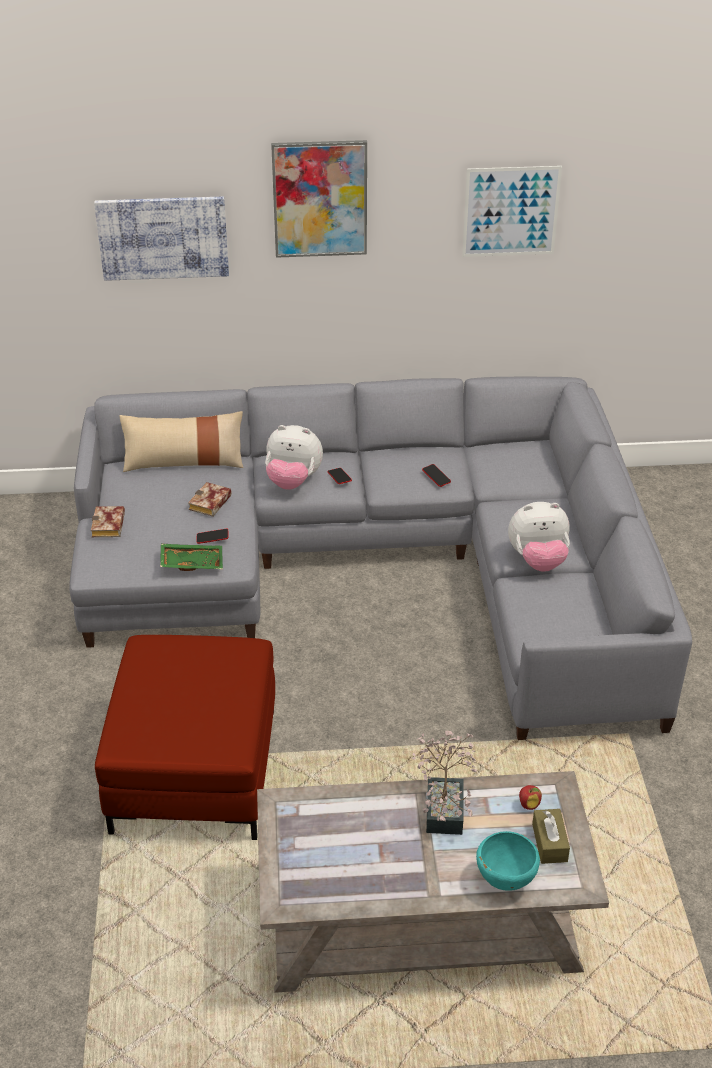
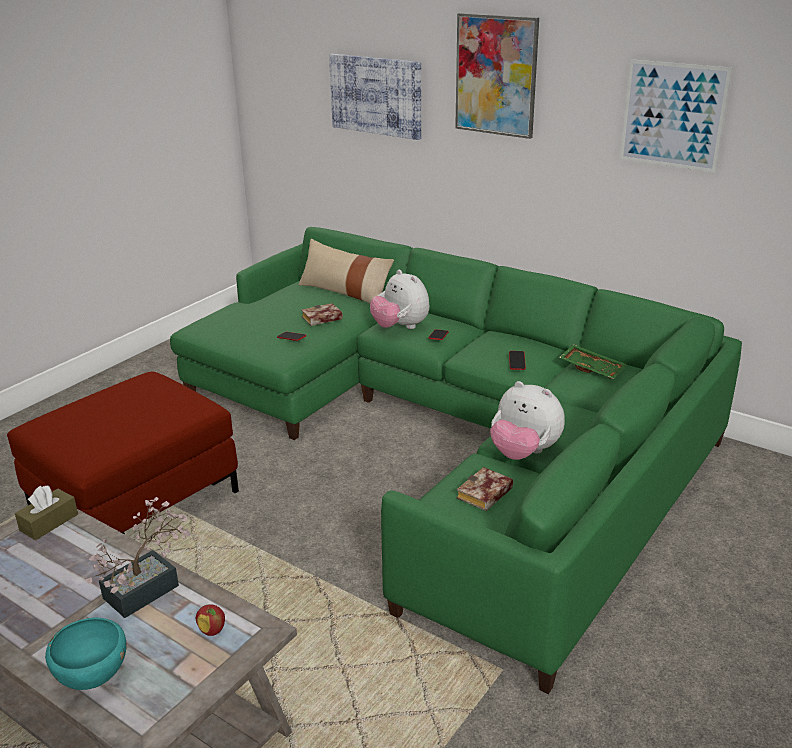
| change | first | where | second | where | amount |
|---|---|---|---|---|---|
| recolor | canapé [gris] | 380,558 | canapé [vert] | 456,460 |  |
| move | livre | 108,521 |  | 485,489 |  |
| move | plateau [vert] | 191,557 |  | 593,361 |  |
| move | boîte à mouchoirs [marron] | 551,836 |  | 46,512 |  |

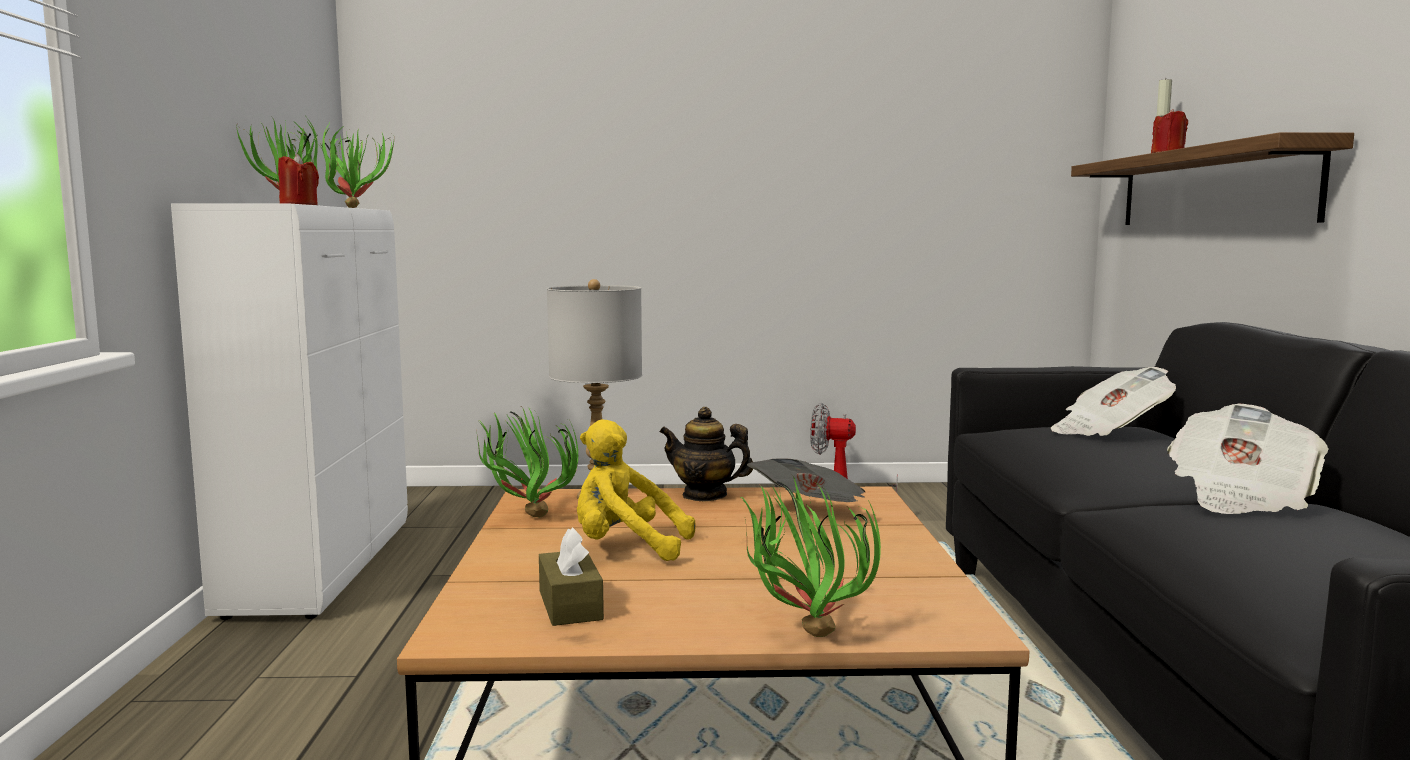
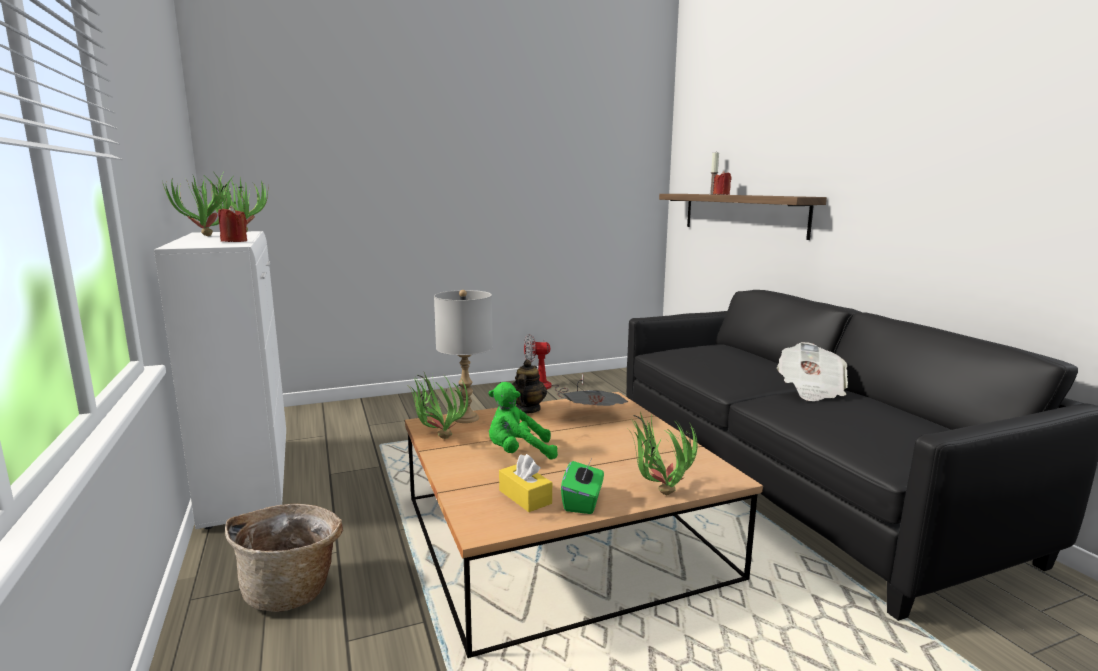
| change | first | where | second | where | amount |
|---|---|---|---|---|---|
| recolor | boîte à mouchoirs [marron] | 571,576 | boîte à mouchoirs [jaune] | 525,483 |  |
| recolor | peluche [jaune] | 636,490 | peluche [vert] | 523,421 |  |
| rotate | théière | 706,454 |  | 529,387 | 105 degrees clockwise |
| delete | journal | 1113,401 |  |  |  |
| insert |  |  | panier | 284,558 |  |
| insert |  |  | boîte à mouchoirs [vert] | 582,485 |  |

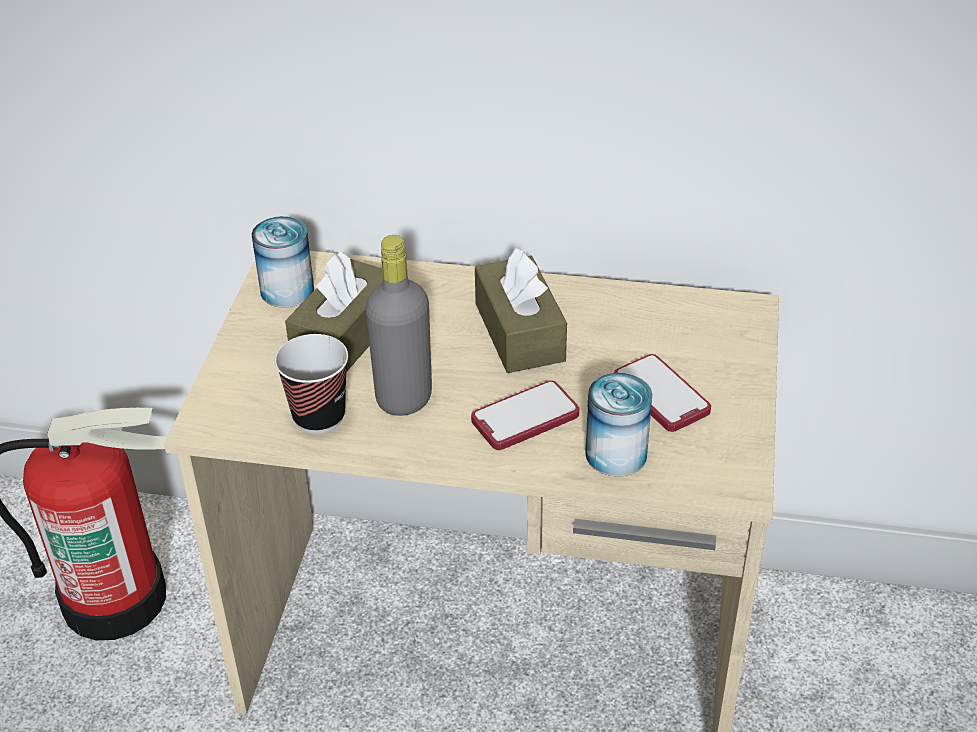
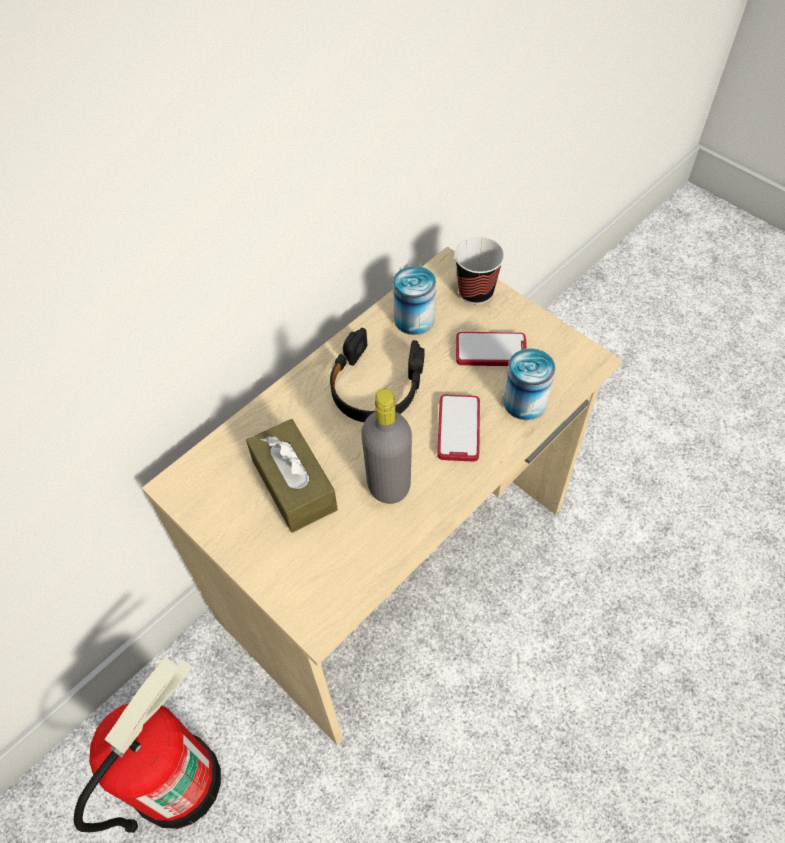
| change | first | where | second | where | amount |
|---|---|---|---|---|---|
| move | boîte métallique | 283,261 |  | 414,300 |  |
| move | tasse | 311,384 |  | 479,270 |  |
| replace | boîte à mouchoirs [marron] | 521,310 | casque audio [noir] | 377,375 |  |

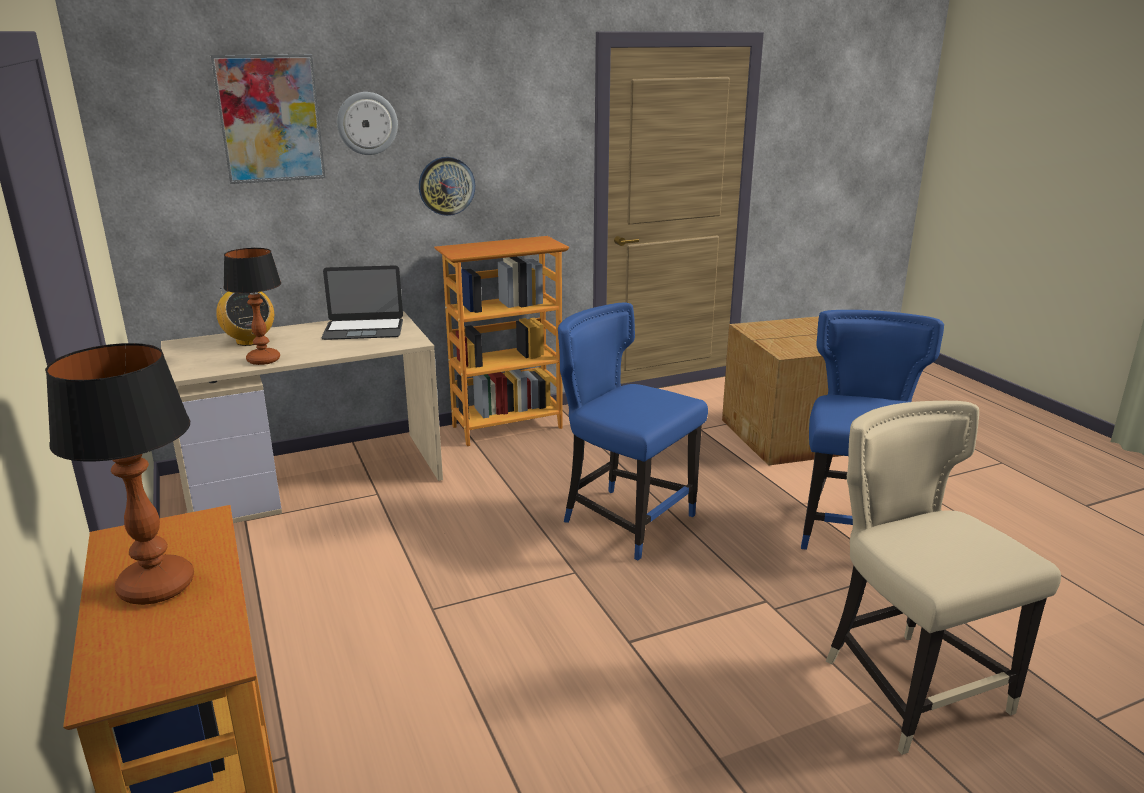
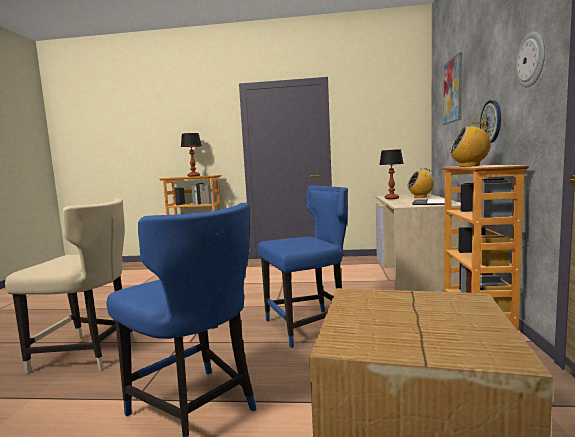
| change | first | where | second | where | amount |
|---|---|---|---|---|---|
| move | horloge murale | 367,123 |  | 530,59 |  |
| insert |  |  | radio | 470,144 |  |

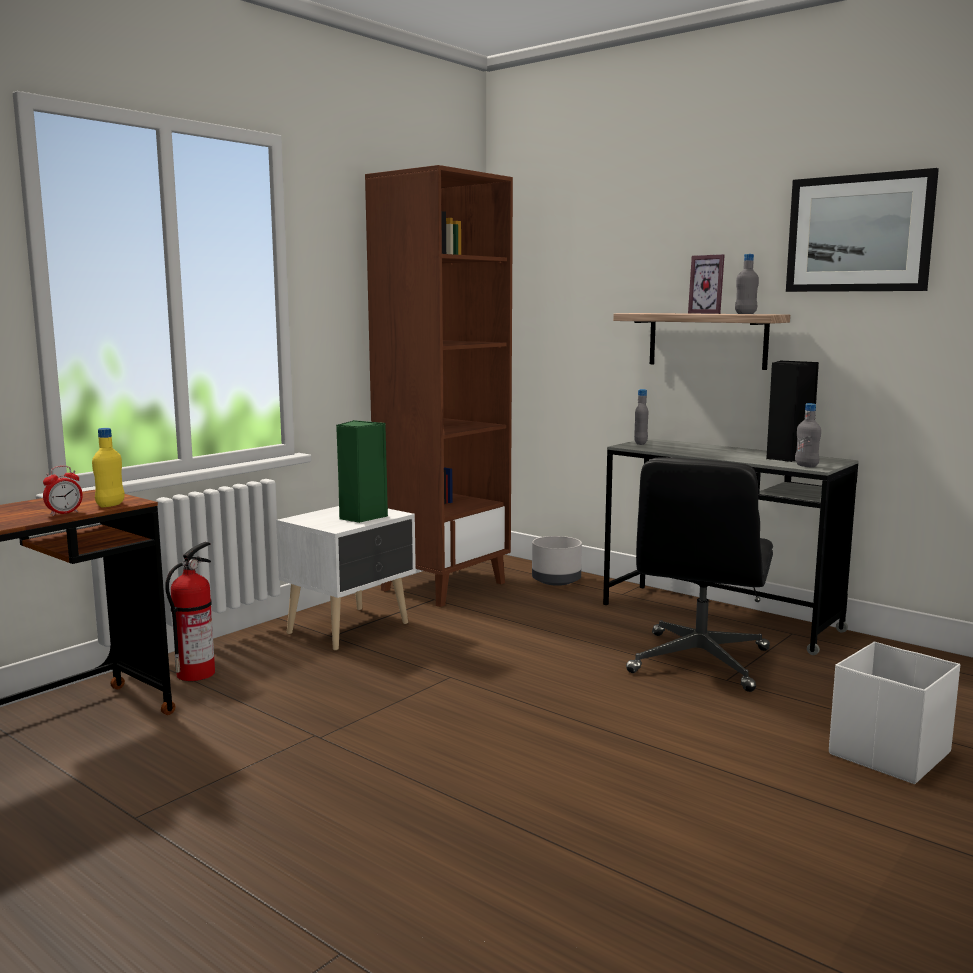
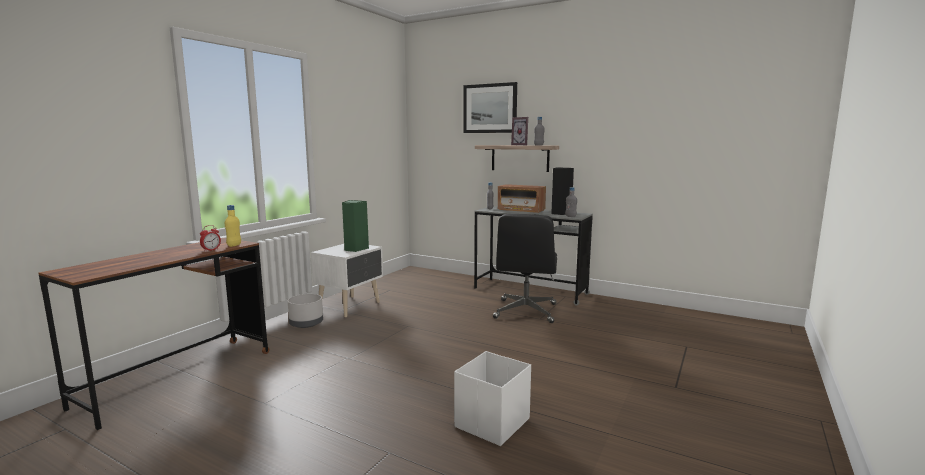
| change | first | where | second | where | amount |
|---|---|---|---|---|---|
| delete | extincteur | 190,611 |  |  |  |
| delete | bibliothèque [marron] | 439,386 |  |  |  |
| move | cache-pot [gris] | 557,561 |  | 305,311 |  |
| move | tableau | 862,230 |  | 490,107 |  |
| move | boîte de rangement [blanc] | 894,713 |  | 492,398 |  |
| insert |  |  | radio | 522,198 |  |

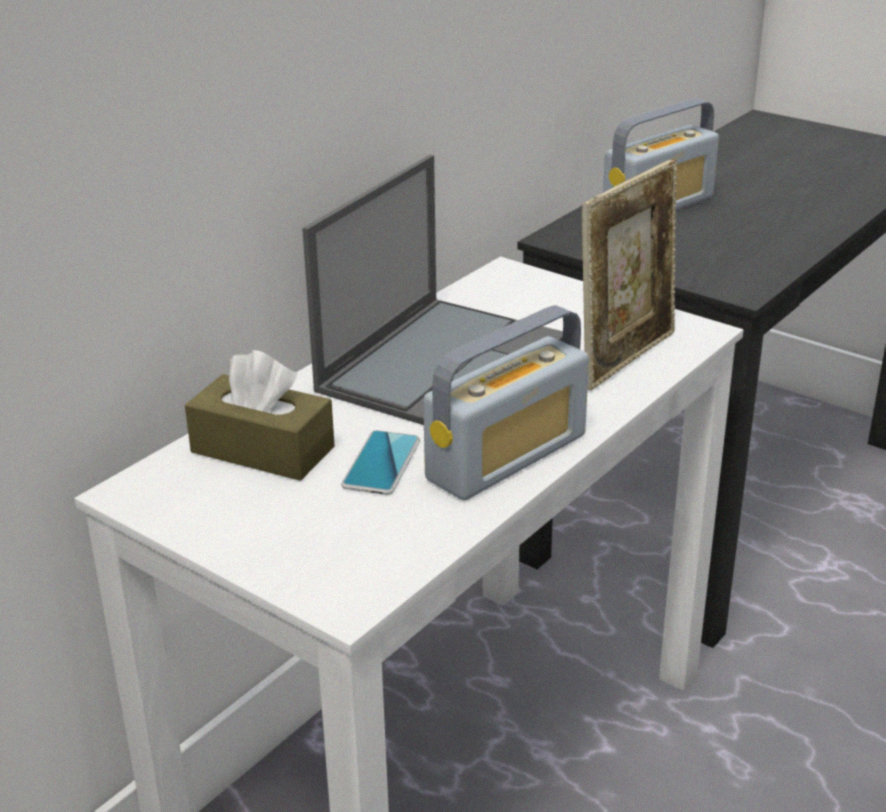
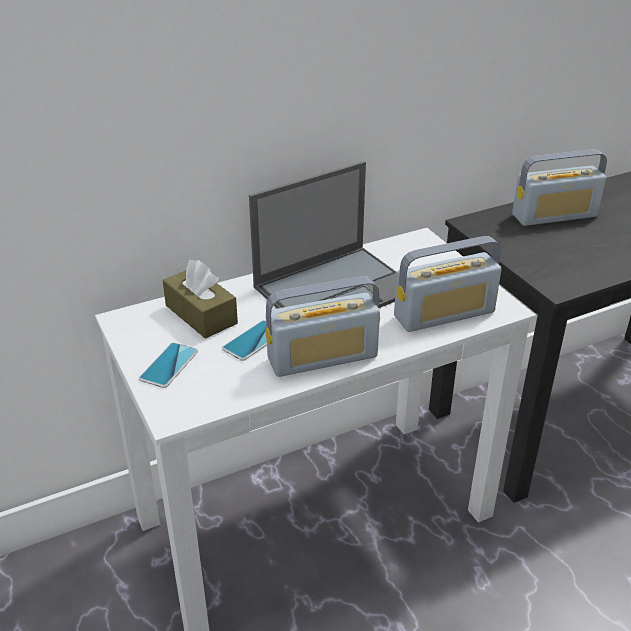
| change | first | where | second | where | amount |
|---|---|---|---|---|---|
| replace | cadre photo | 629,275 | radio | 447,284 |  |
| insert |  |  | téléphone | 168,365 |  |

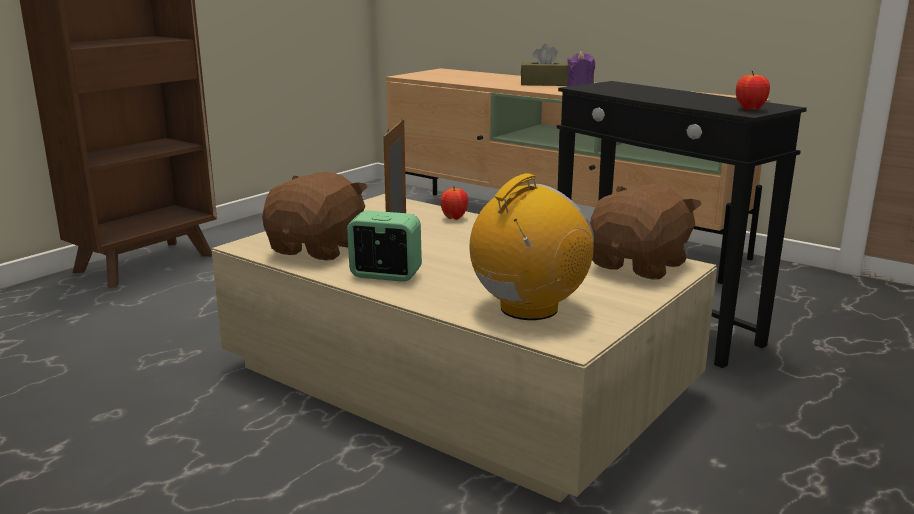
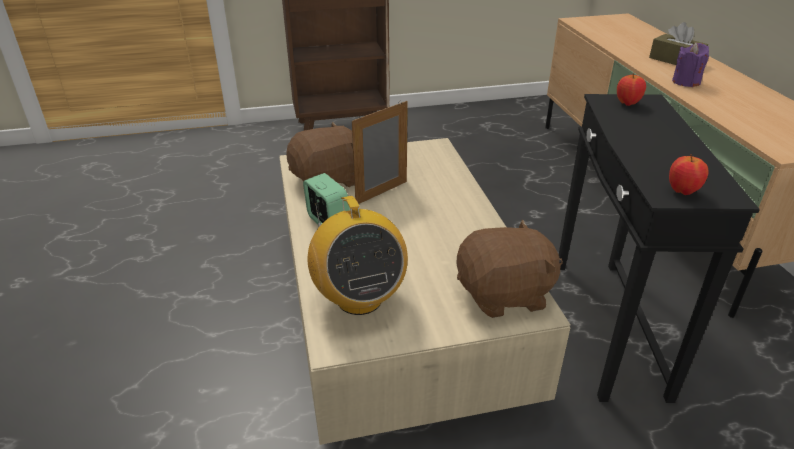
| change | first | where | second | where | amount |
|---|---|---|---|---|---|
| move | pomme | 454,203 |  | 631,89 |  |
| rotate | radio | 532,246 |  | 358,255 | 75 degrees clockwise |

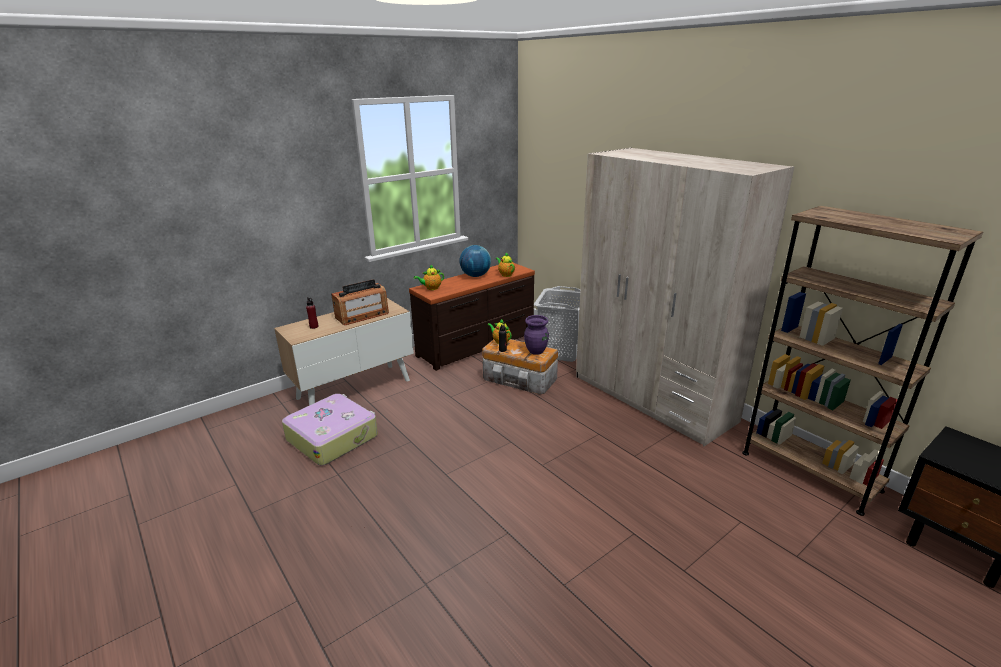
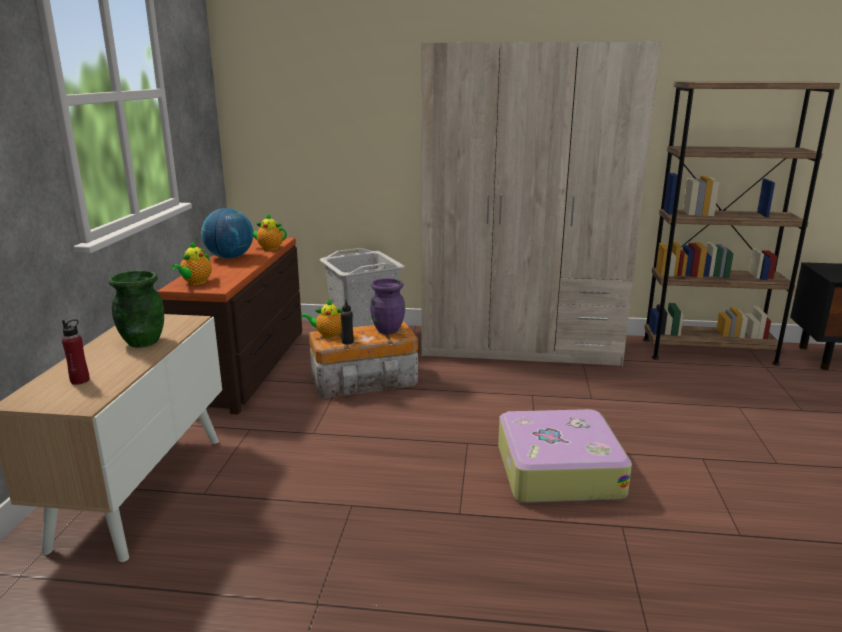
| change | first | where | second | where | amount |
|---|---|---|---|---|---|
| move | valise | 330,429 |  | 565,456 |  |
| replace | radio | 360,302 | vase [vert] | 136,308 |  |

